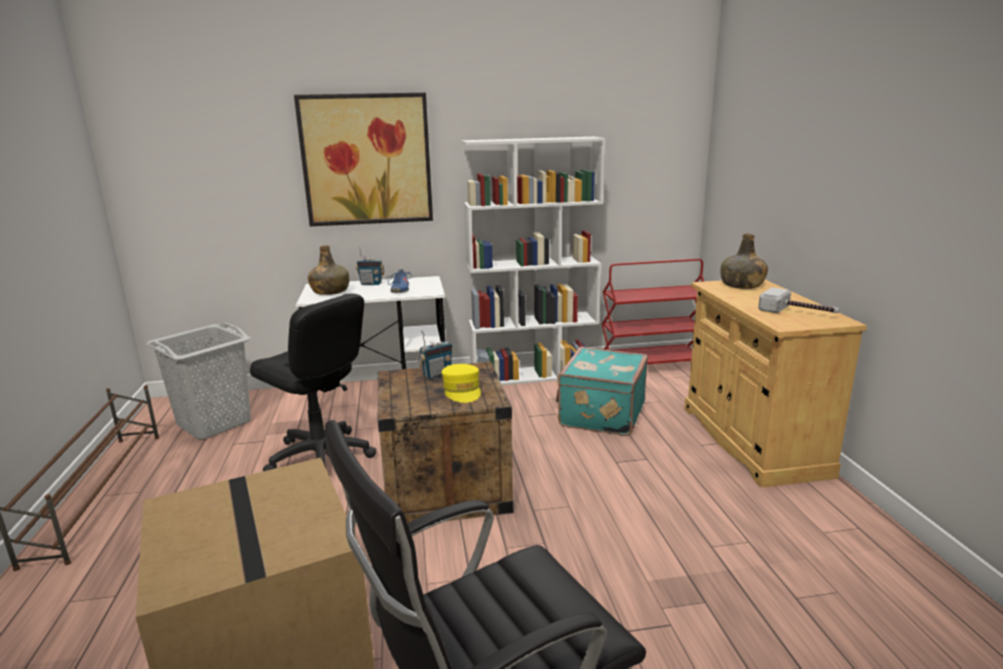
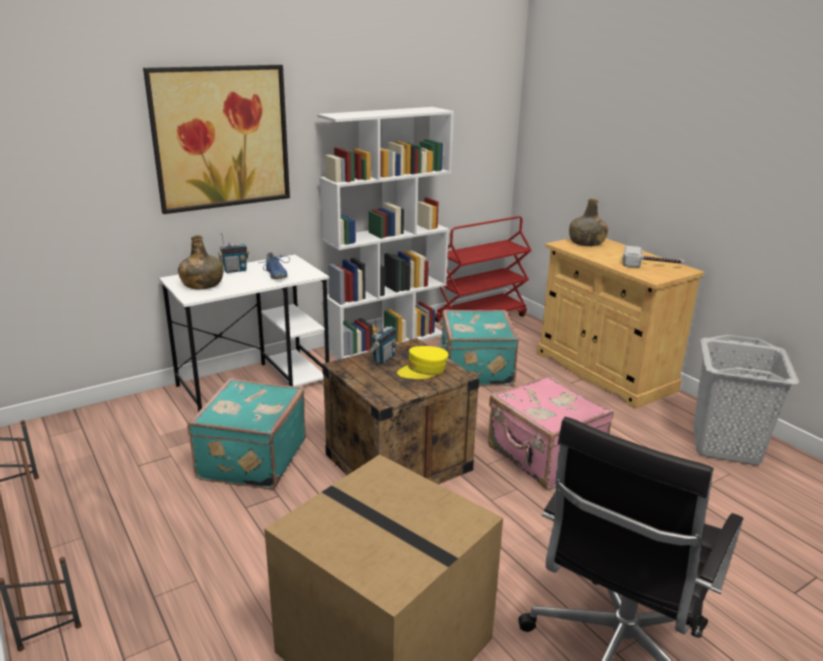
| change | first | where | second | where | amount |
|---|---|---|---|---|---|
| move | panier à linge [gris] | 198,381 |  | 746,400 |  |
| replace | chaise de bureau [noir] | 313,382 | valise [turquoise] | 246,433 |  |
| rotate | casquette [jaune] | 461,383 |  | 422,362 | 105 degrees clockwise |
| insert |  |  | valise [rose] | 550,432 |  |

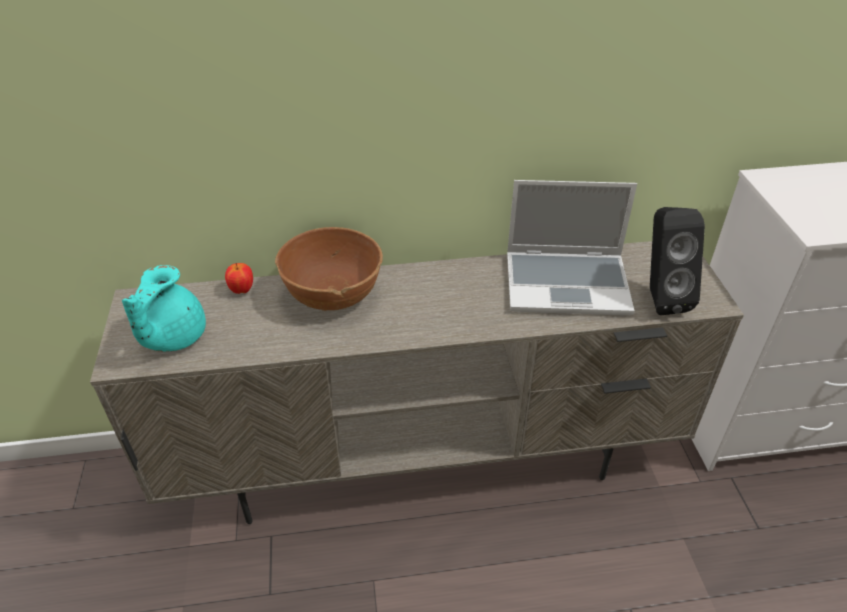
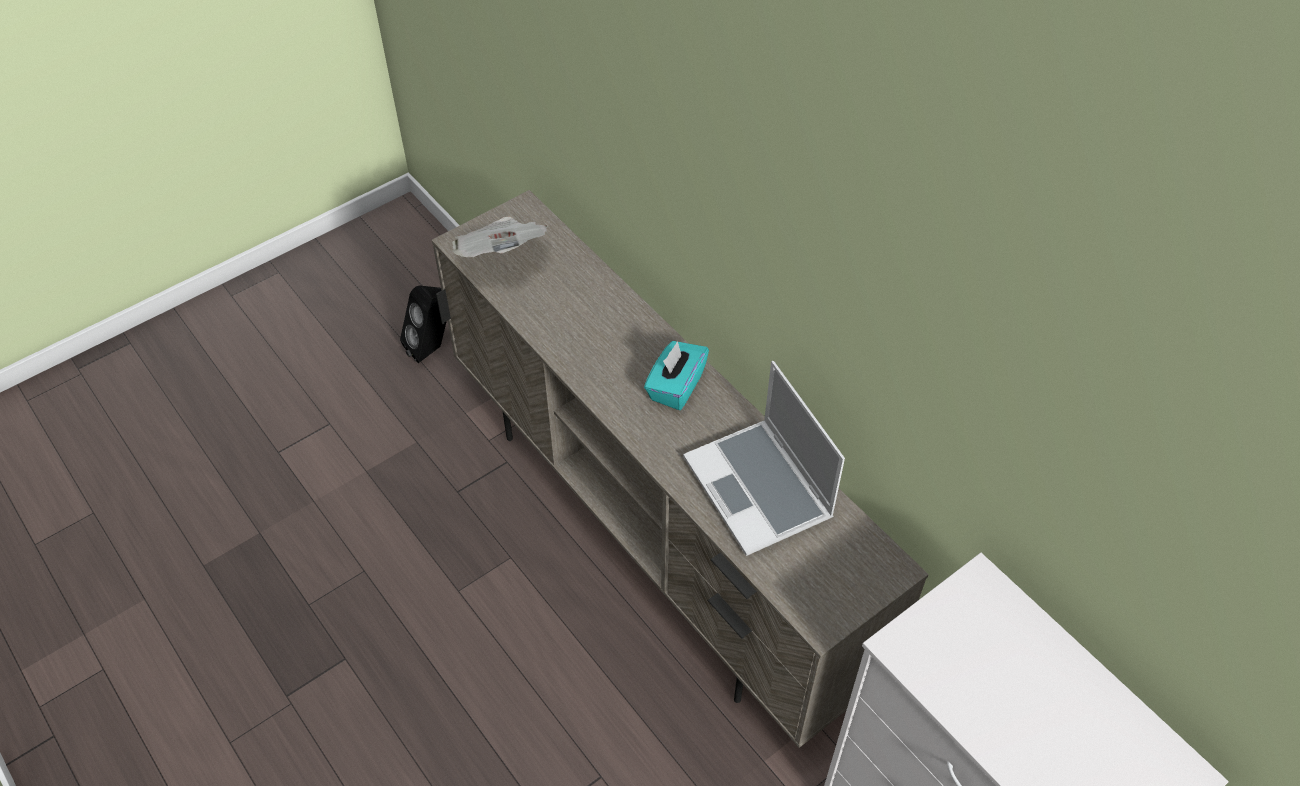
| change | first | where | second | where | amount |
|---|---|---|---|---|---|
| replace | théière [turquoise] | 164,308 | journal | 500,237 |  |
| delete | pomme | 239,278 |  |  |  |
| delete | bol [marron] | 329,269 |  |  |  |
| move | enceinte [noir] | 677,261 |  | 423,324 |  |
| insert |  |  | boîte à mouchoirs [turquoise] | 676,375 |  |

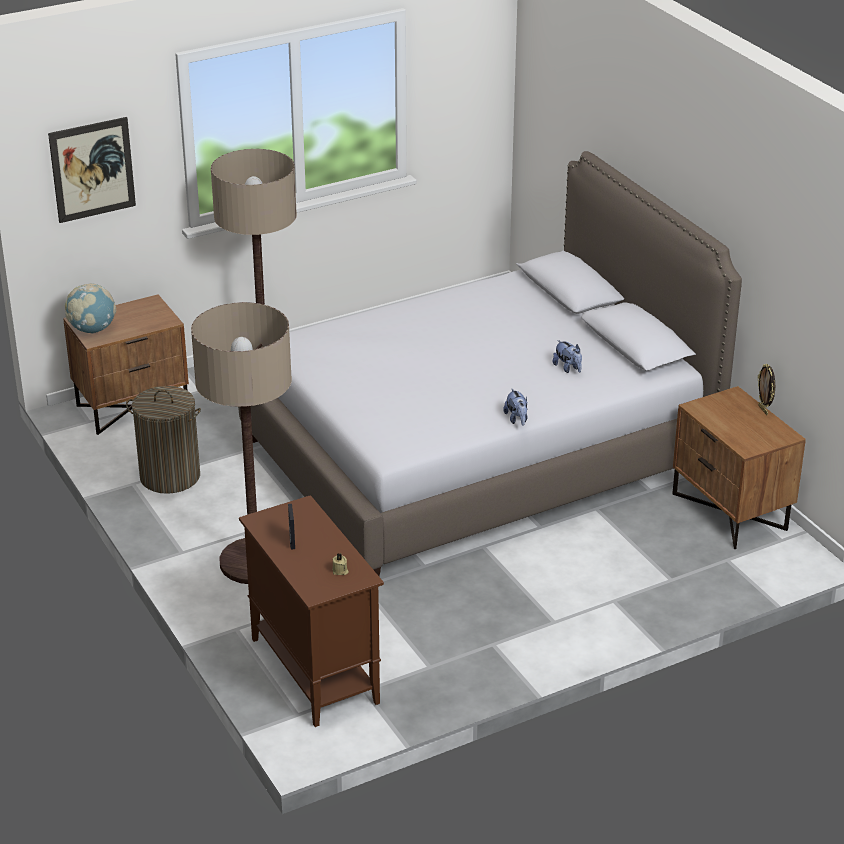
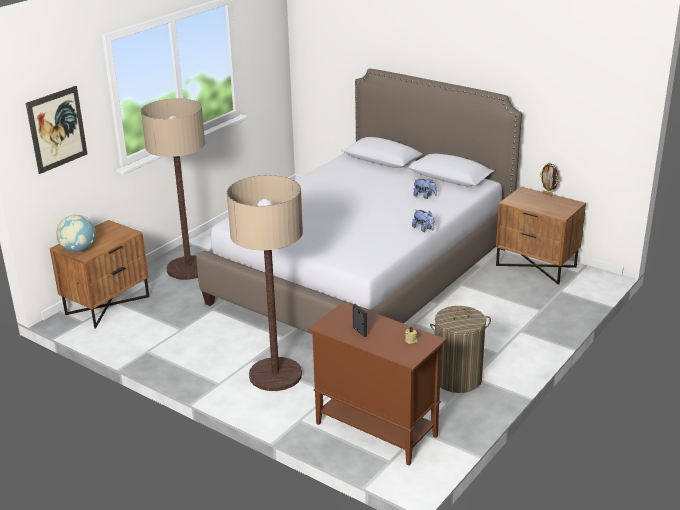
| change | first | where | second | where | amount |
|---|---|---|---|---|---|
| move | panier à linge | 163,440 |  | 460,349 |  |

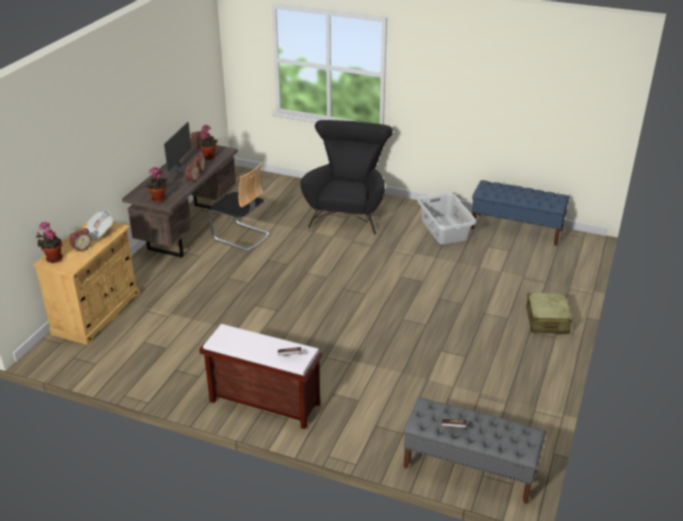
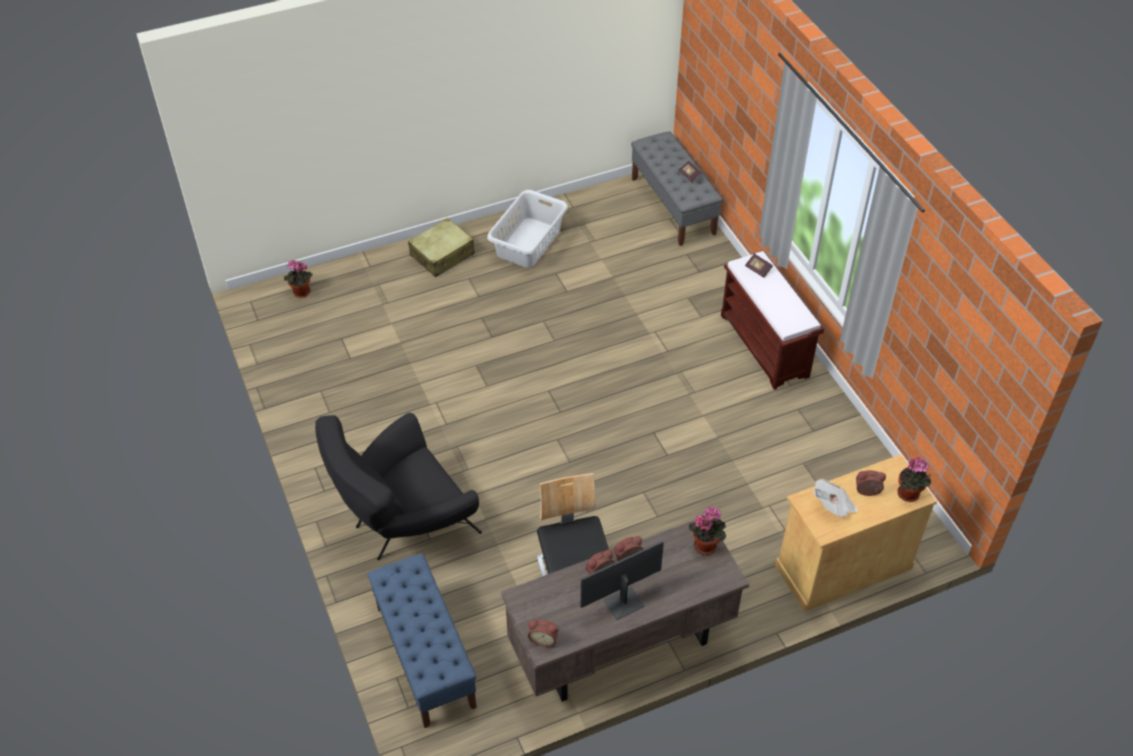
| change | first | where | second | where | amount |
|---|---|---|---|---|---|
| move | plante en pot | 208,142 |  | 298,279 |  |
| move | panier à linge [gris] | 446,218 |  | 527,229 |  |
| move | banc [bleu] | 520,213 |  | 422,640 |  |

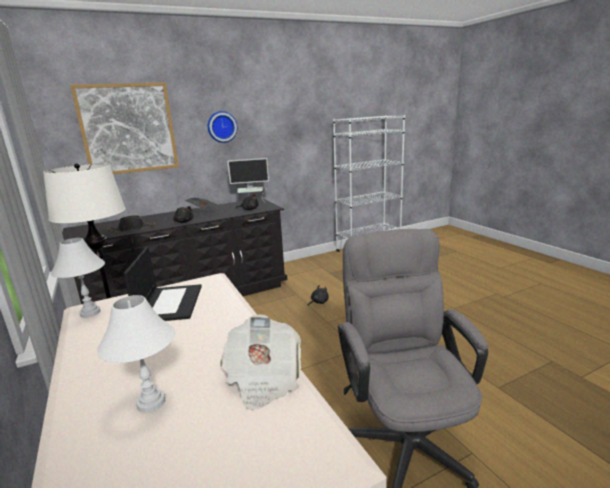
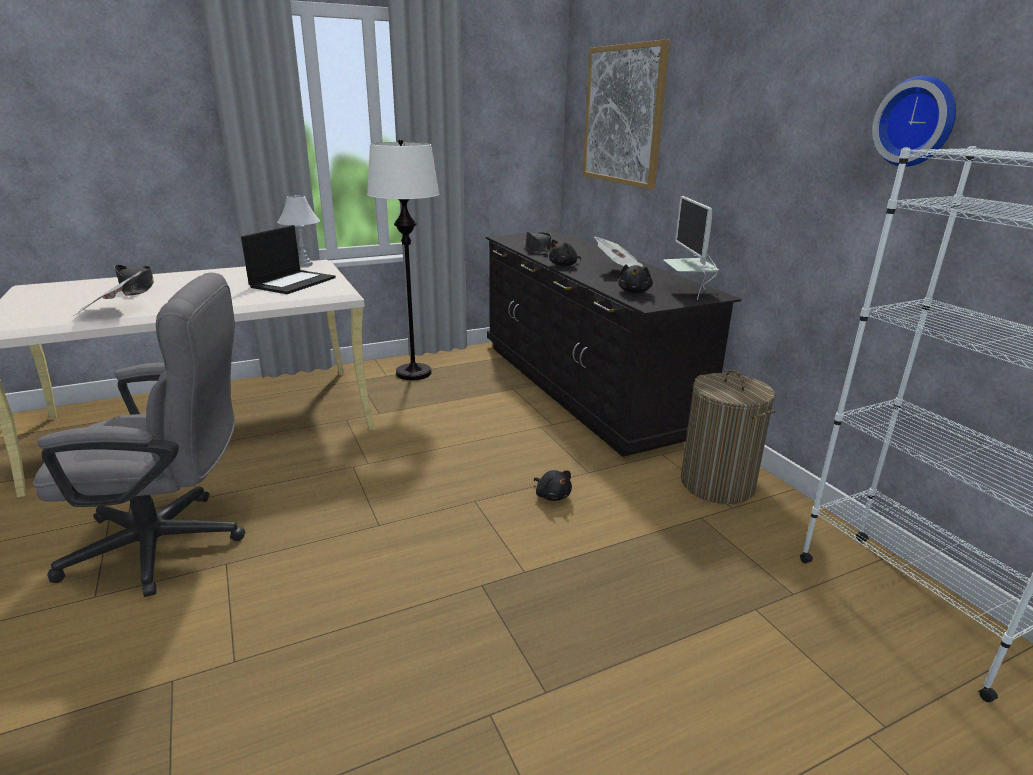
| change | first | where | second | where | amount |
|---|---|---|---|---|---|
| replace | lampe de table [blanc] | 136,354 | chapeau [noir] | 134,280 |  |
| rotate | ordinateur portable | 163,284 |  | 288,259 | 60 degrees counterclockwise |
| move | horloge murale | 222,127 |  | 914,121 |  |
| insert |  |  | panier à linge | 728,437 |  |

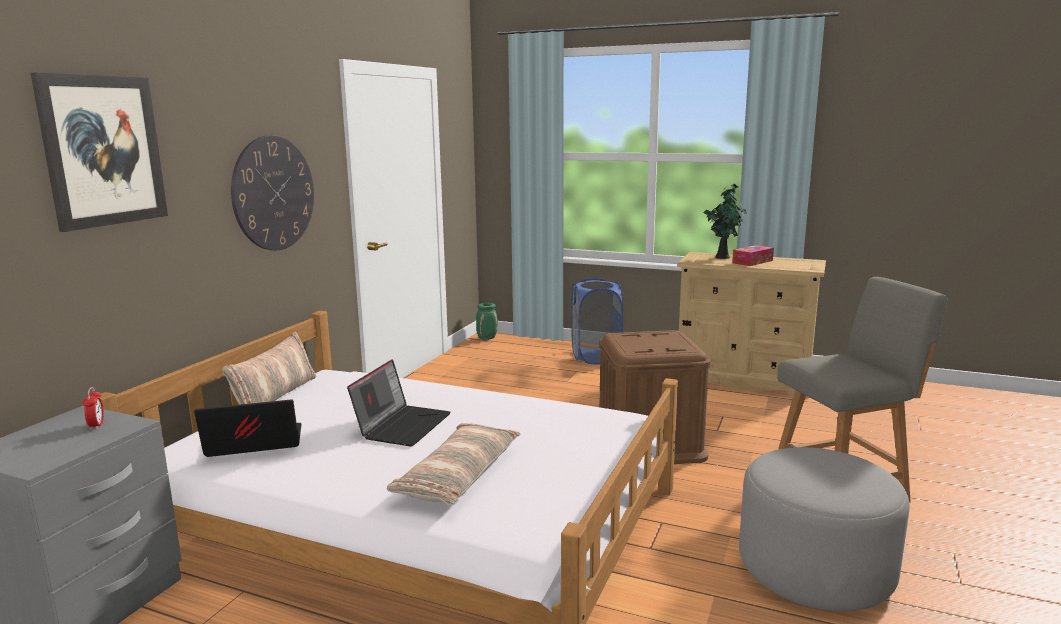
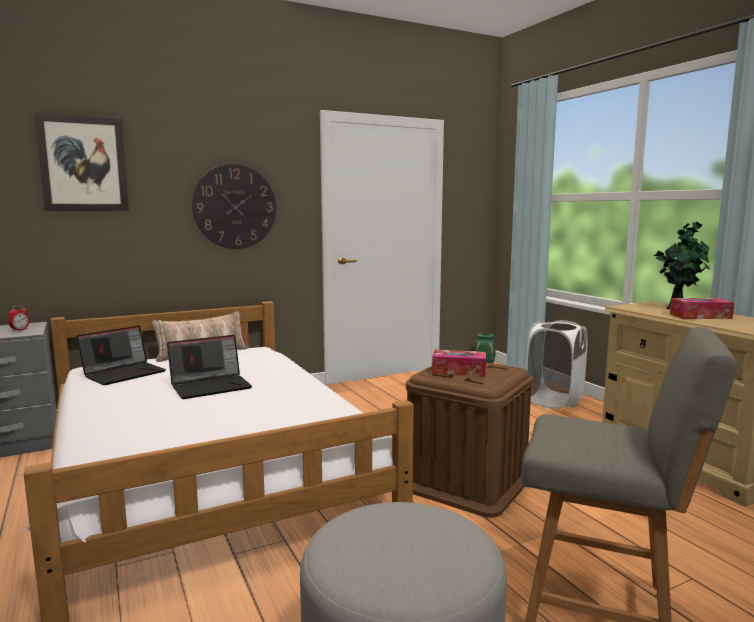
| change | first | where | second | where | amount |
|---|---|---|---|---|---|
| rotate | ordinateur portable | 248,428 |  | 121,355 | 105 degrees clockwise |
| delete | coussin | 453,464 |  |  |  |
| recolor | panier à linge [bleu] | 597,321 | panier à linge [blanc] | 557,364 |  |
| insert |  |  | boîte à mouchoirs | 459,363 |  |

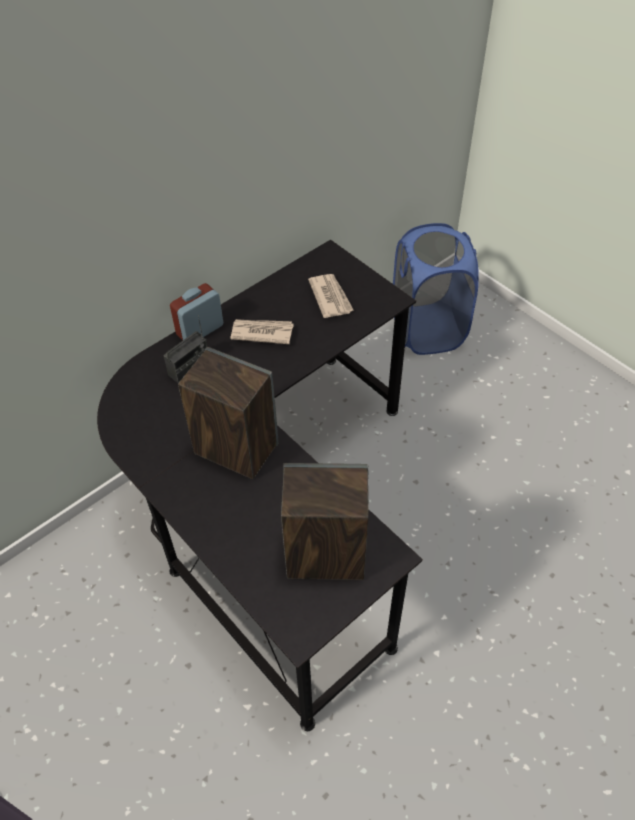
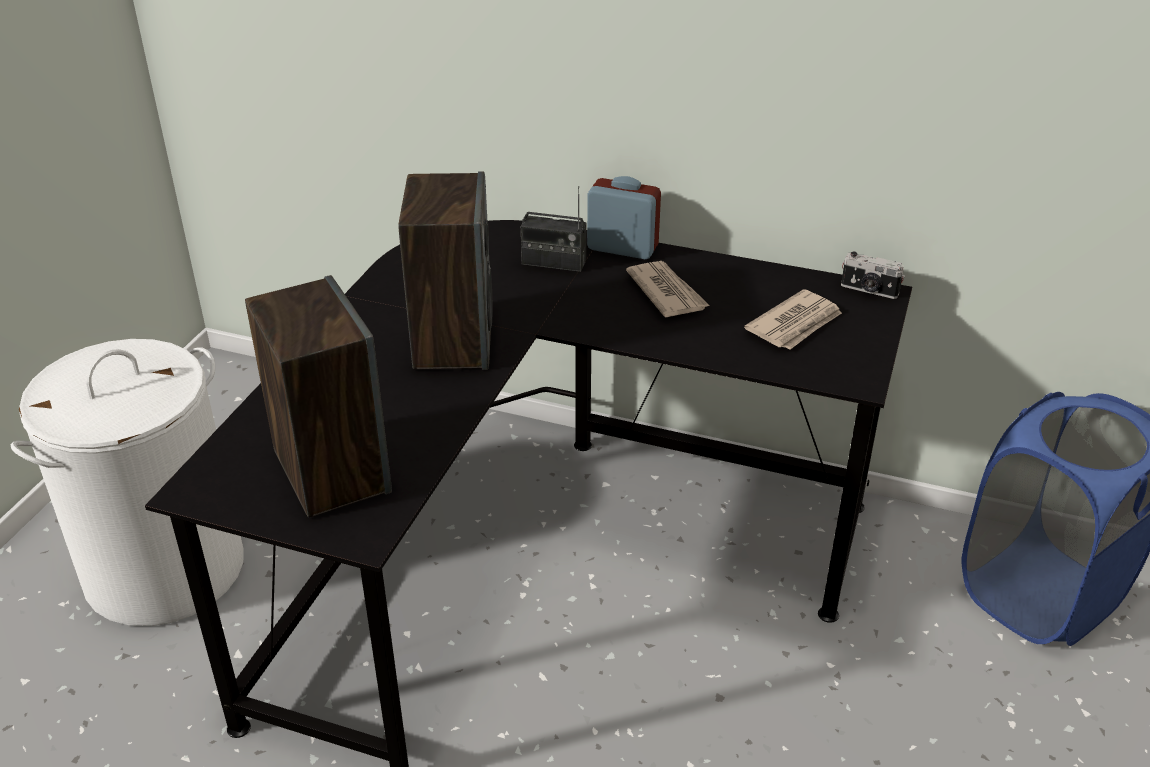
| change | first | where | second | where | amount |
|---|---|---|---|---|---|
| insert |  |  | panier à linge [blanc] | 127,482 |  |
| insert |  |  | appareil photo | 873,275 |  |

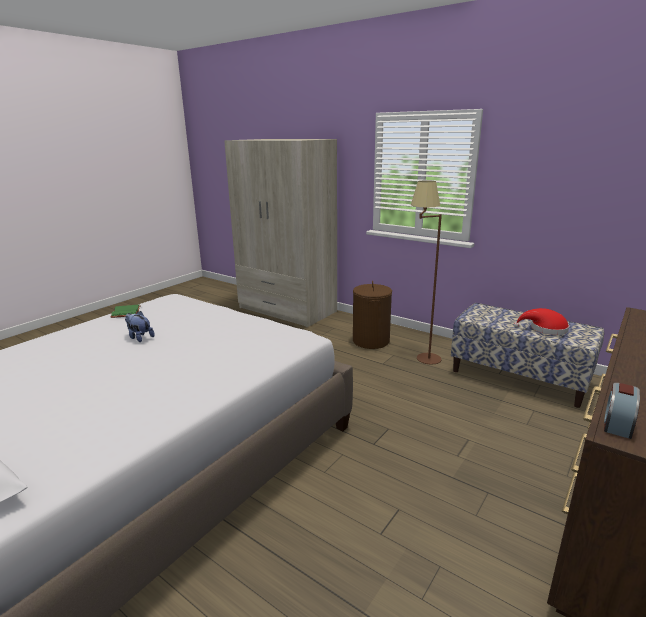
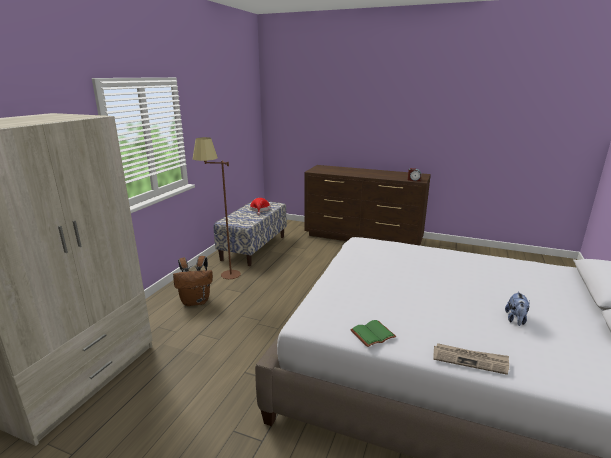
| change | first | where | second | where | amount |
|---|---|---|---|---|---|
| move | peluche | 140,326 |  | 517,308 |  |
| replace | panier à linge [marron] | 372,315 | sac à dos [marron] | 193,281 |  |
| insert |  |  | journal | 471,359 |  |

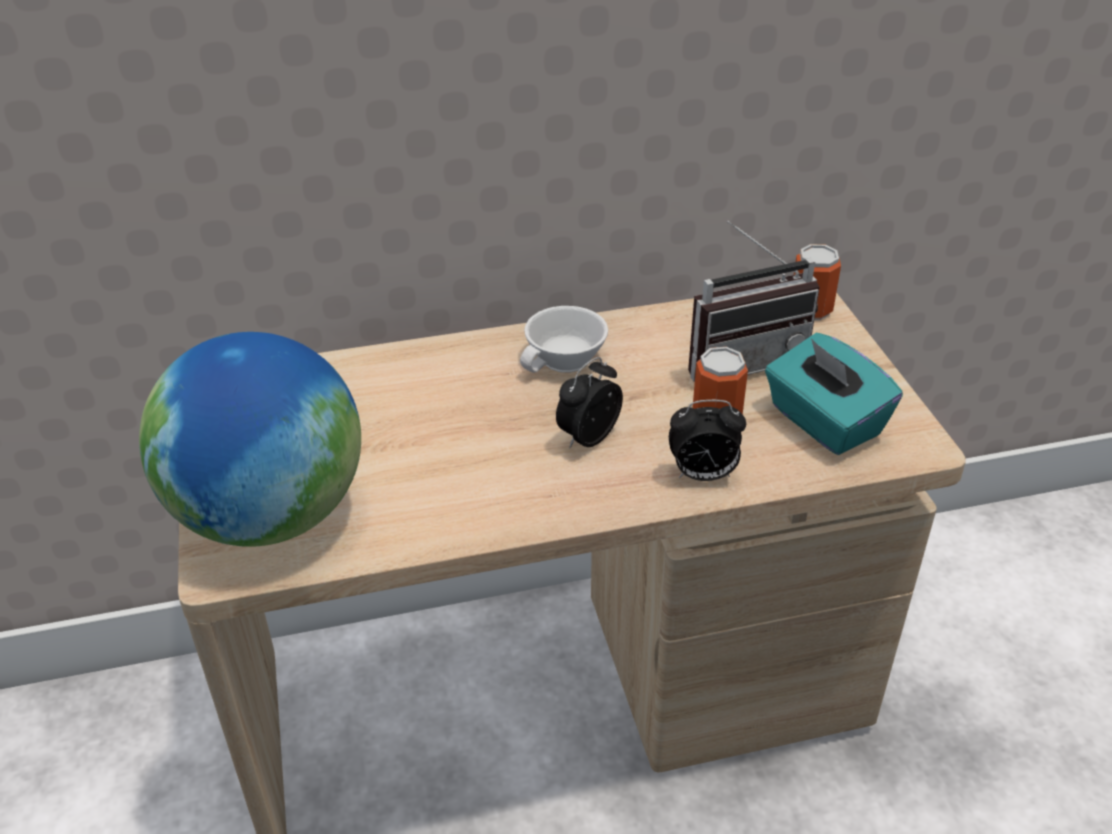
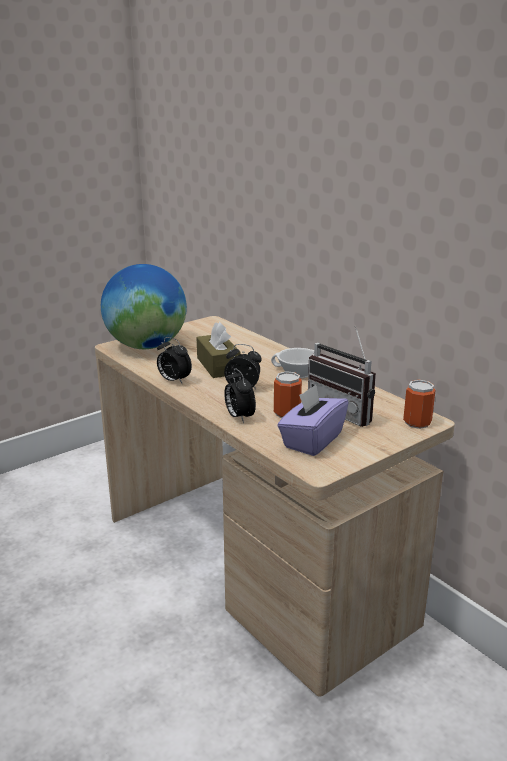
| change | first | where | second | where | amount |
|---|---|---|---|---|---|
| recolor | boîte à mouchoirs [turquoise] | 834,394 | boîte à mouchoirs [violet] | 312,420 |  |
| insert |  |  | réveil | 174,360 |  |
| insert |  |  | boîte à mouchoirs [marron] | 218,350 |  |

